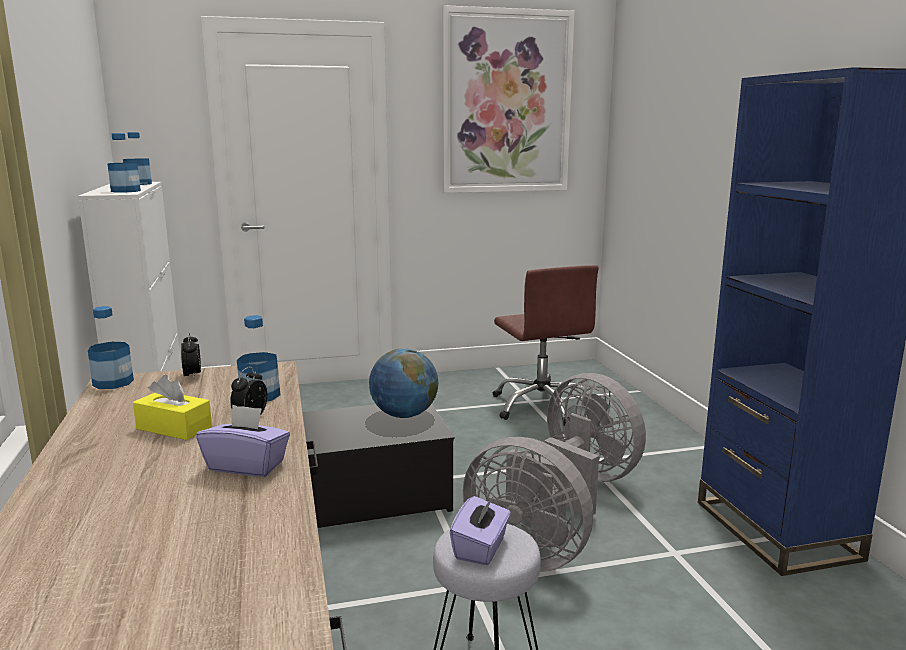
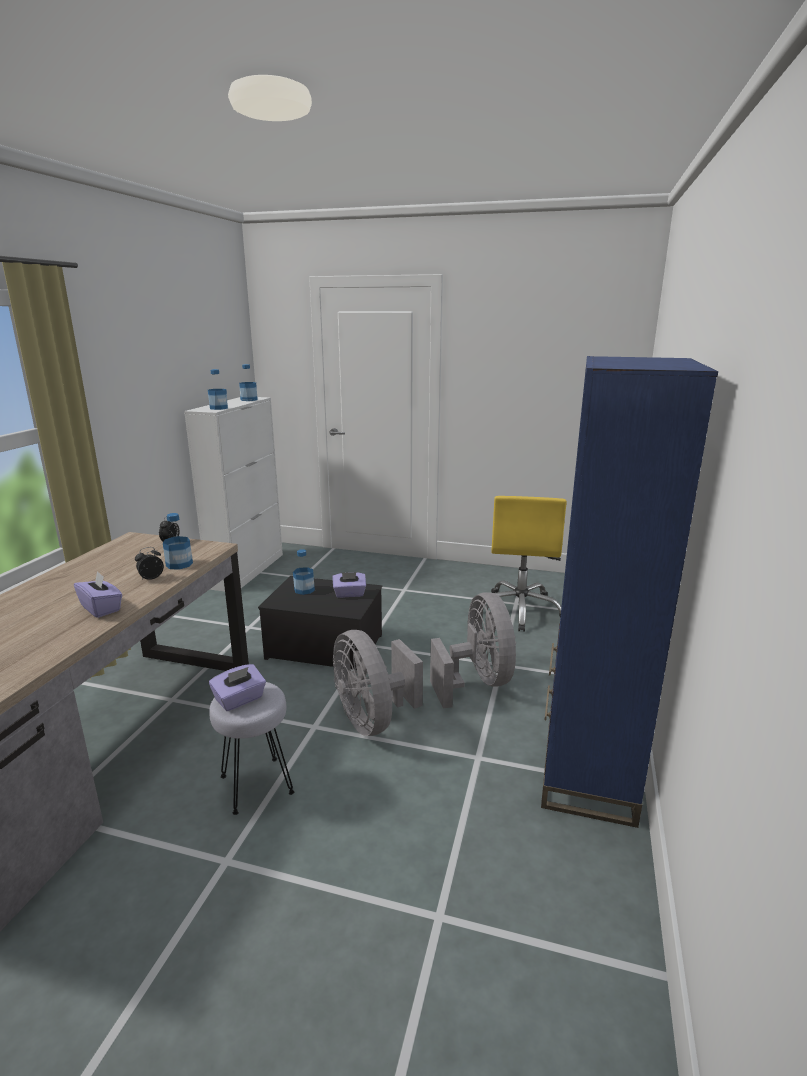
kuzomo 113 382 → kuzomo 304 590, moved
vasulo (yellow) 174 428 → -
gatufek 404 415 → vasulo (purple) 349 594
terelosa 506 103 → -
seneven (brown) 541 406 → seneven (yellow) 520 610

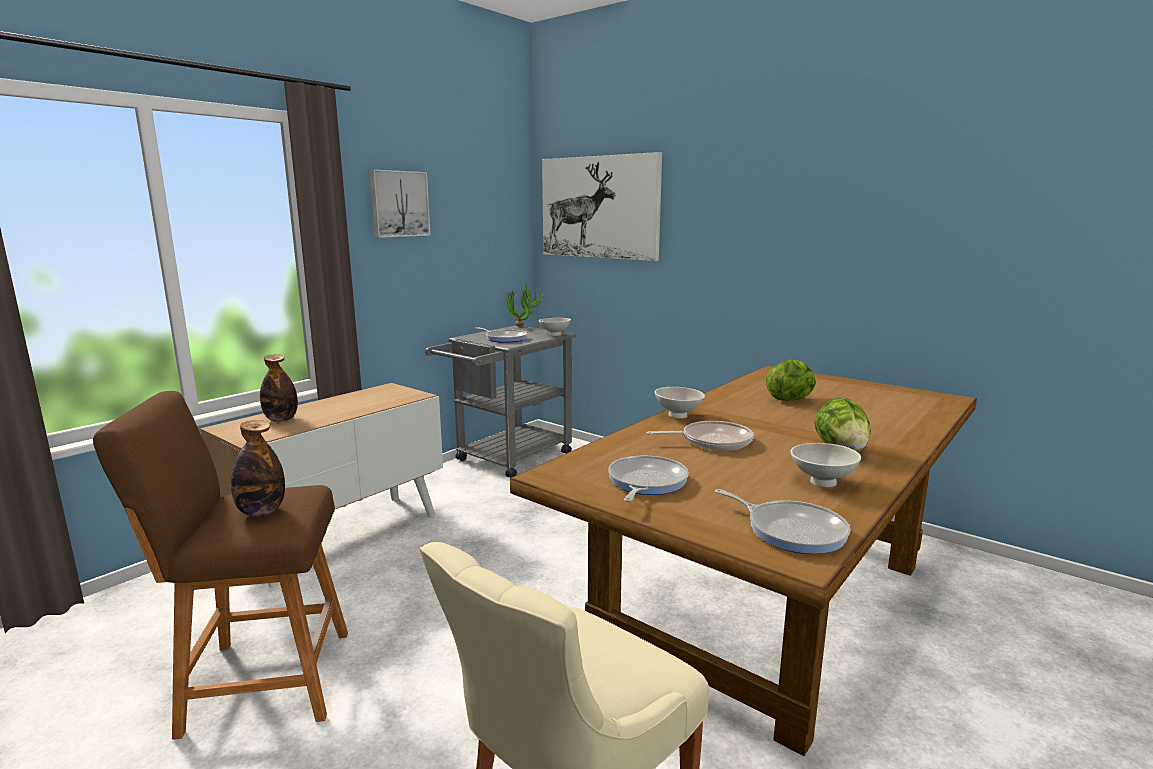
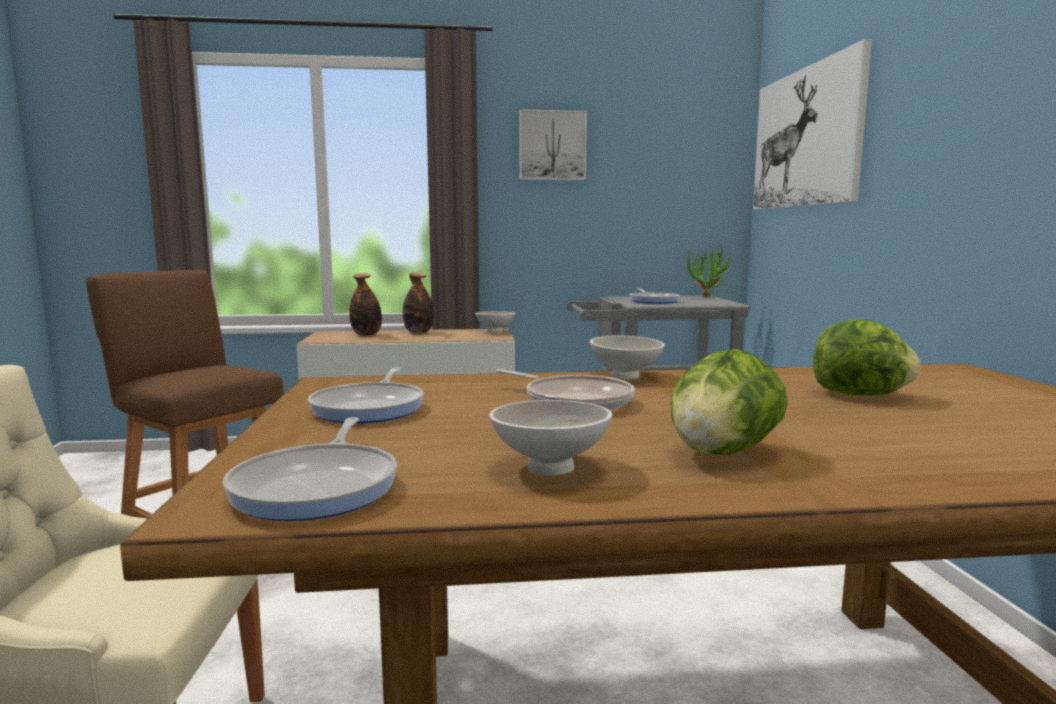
kuzomo 261 512 → kuzomo 418 332, moved
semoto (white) 554 335 → semoto (white) 494 331, moved
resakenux 645 482 → resakenux 371 408, 120 degrees clockwise

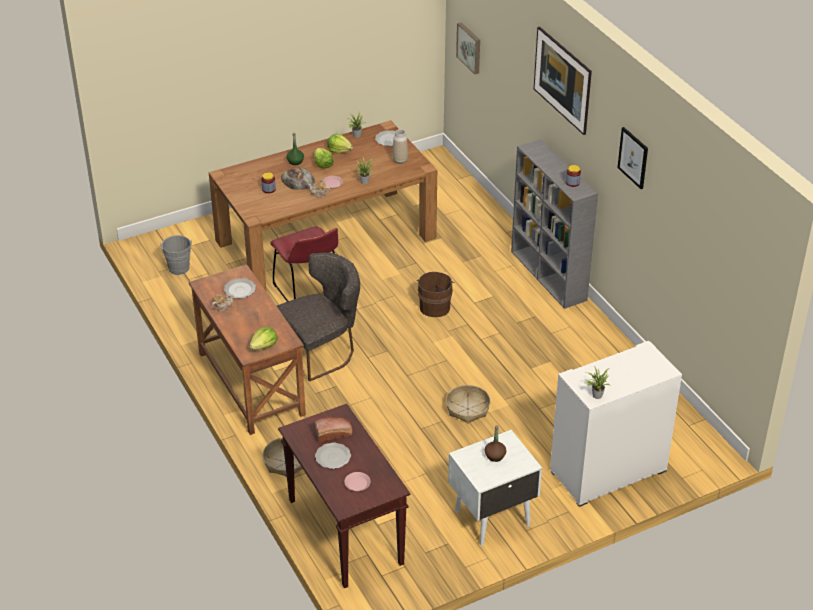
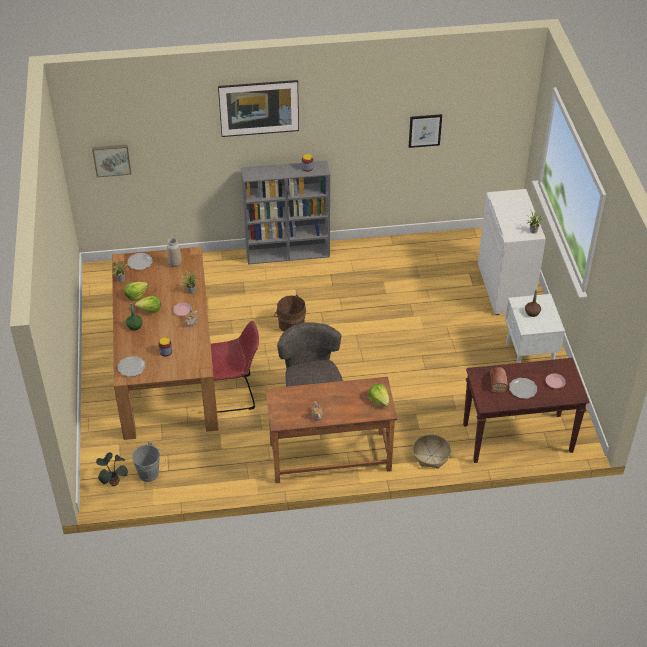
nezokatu 239 289 → nezokatu 131 367, moved
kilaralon 297 180 → -
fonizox 467 409 → -
terelosa 633 157 → terelosa 425 130, moved
- → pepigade 113 481

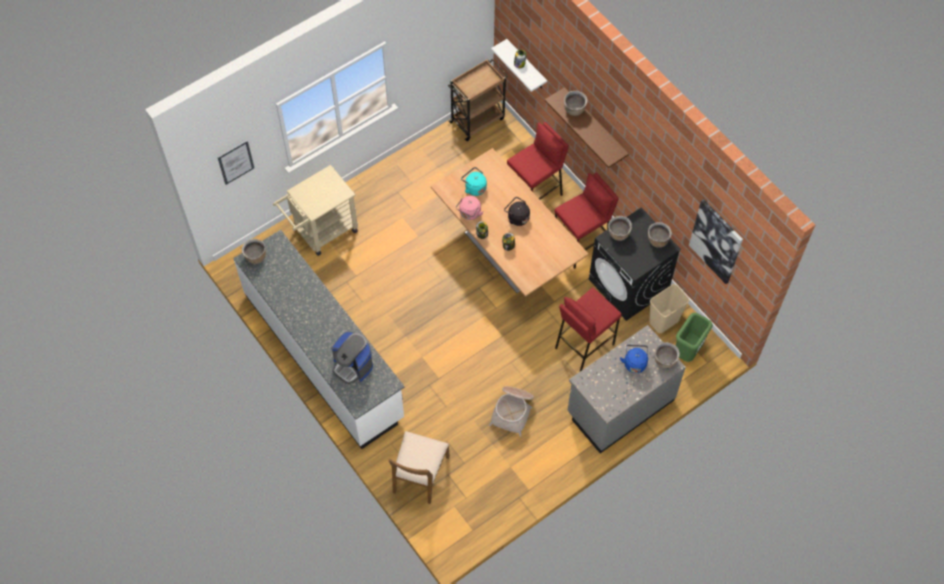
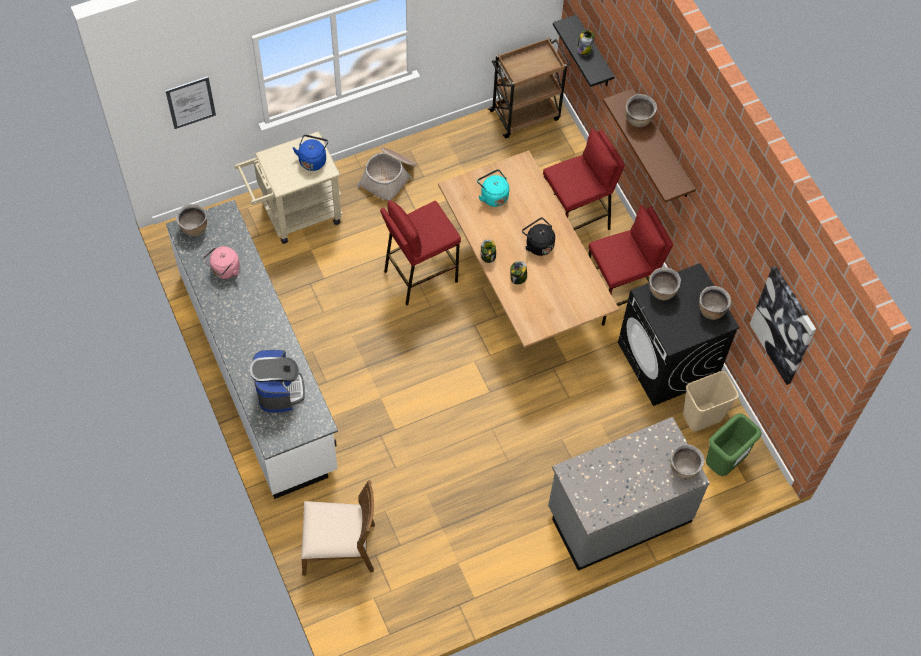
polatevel 353 366 → polatevel 279 390, 150 degrees counterclockwise
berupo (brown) 419 474 → berupo (brown) 339 547, 120 degrees counterclockwise
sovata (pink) 469 214 → sovata (pink) 224 270, moved
fonizox 512 411 → fonizox 388 177, moved
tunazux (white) 526 65 → tunazux (black) 593 53
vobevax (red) 583 346 → vobevax (red) 420 276, moved
sovata (blue) 634 363 → sovata (blue) 313 160, moved

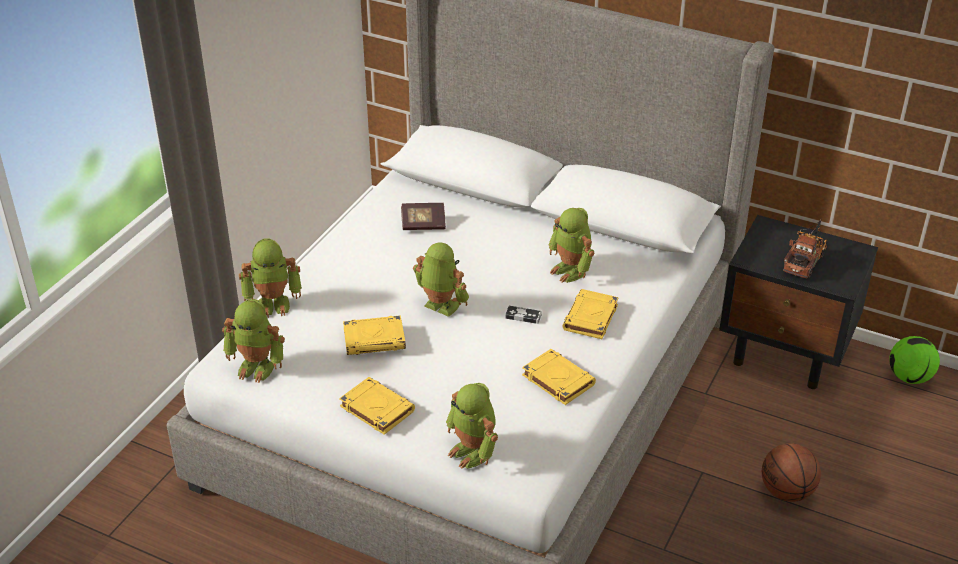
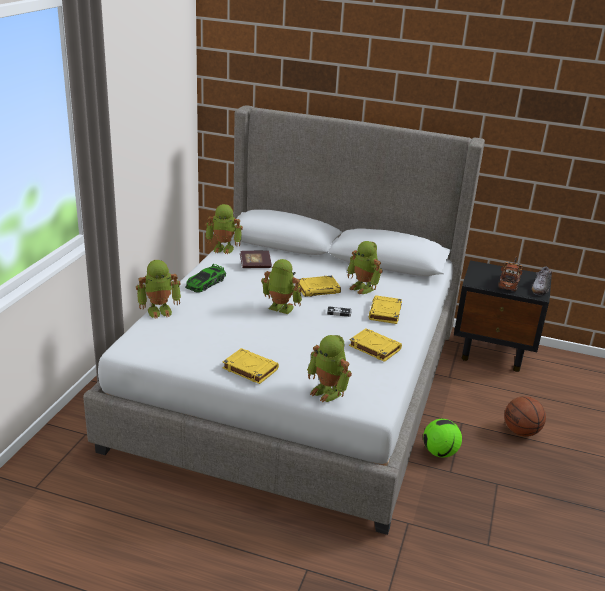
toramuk 257 366 → toramuk 224 248, moved
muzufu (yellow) 375 339 → muzufu (yellow) 318 289, moved
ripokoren 909 377 → ripokoren 440 452, moved
- → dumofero 205 283
- → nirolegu 540 287

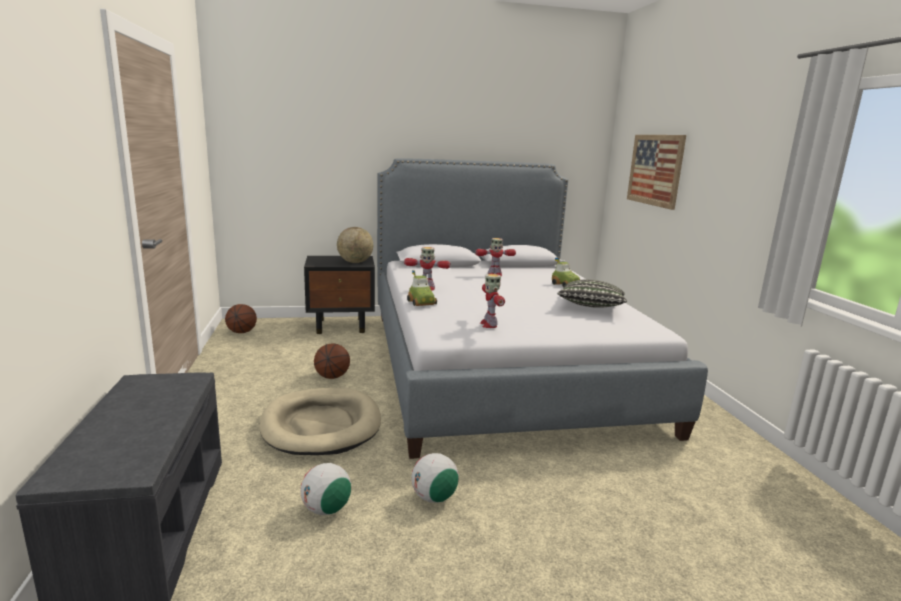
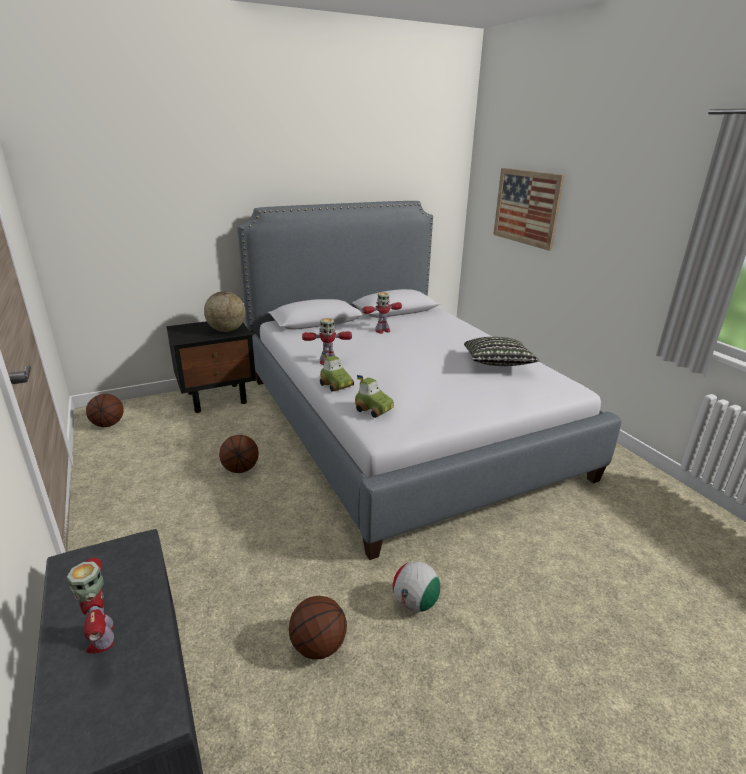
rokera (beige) 321 425 → -
ripokoren 326 509 → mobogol 318 646
toramuk 489 324 → toramuk 102 637, moved
dumofero 565 285 → dumofero 374 409, moved

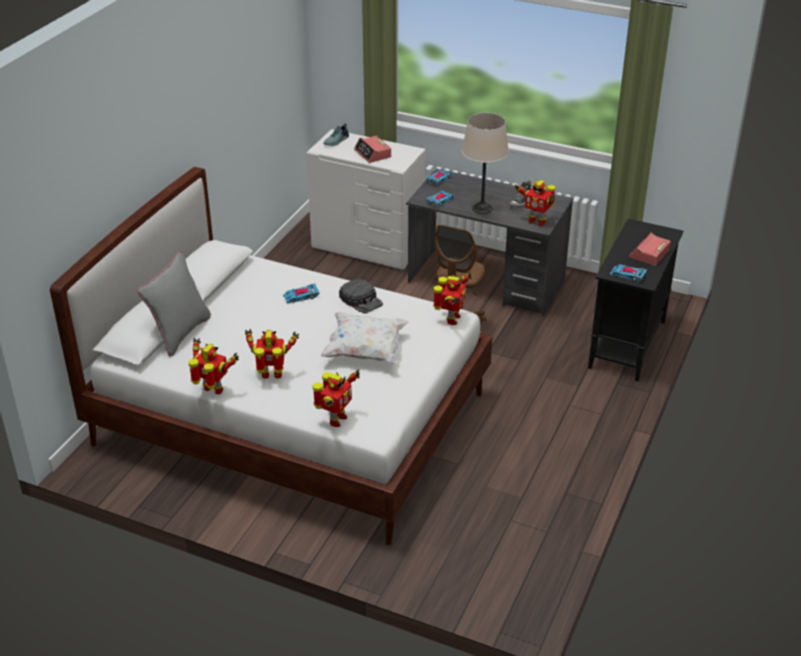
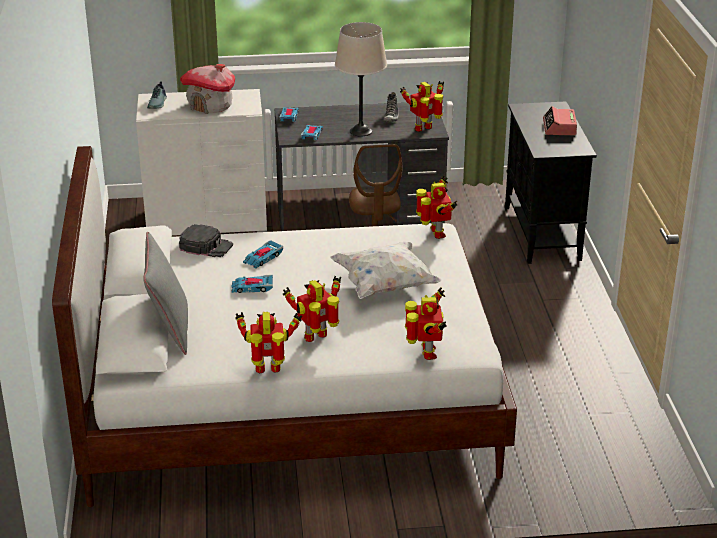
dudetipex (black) 361 300 → dudetipex (black) 206 246, moved
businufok 373 154 → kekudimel 210 105
toramuk 536 221 → toramuk 424 129, 150 degrees clockwise
dumofero 627 275 → dumofero 252 287, moved

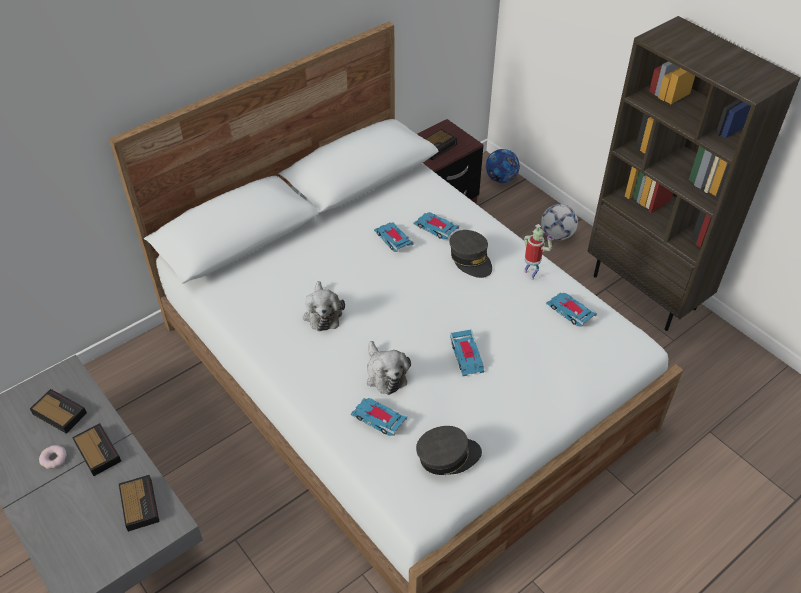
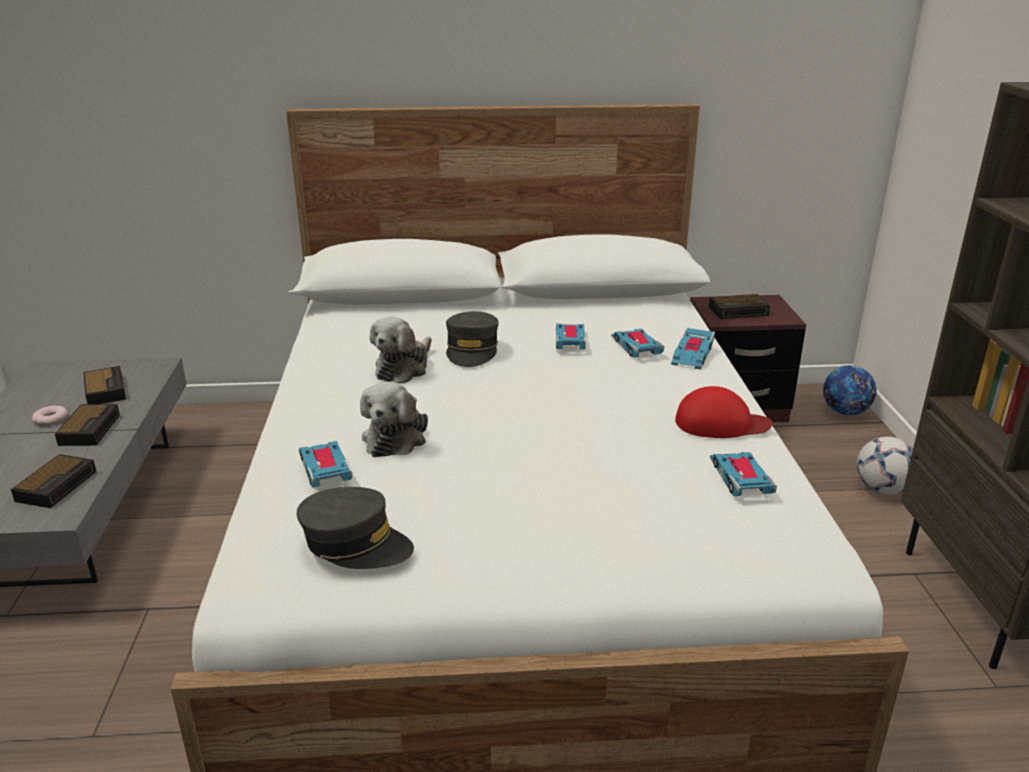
dudetipex (grey) 470 259 → dudetipex (grey) 472 350, moved
dumofero 466 356 → dumofero 692 354, moved
toramuk 531 274 → dudetipex (red) 721 423

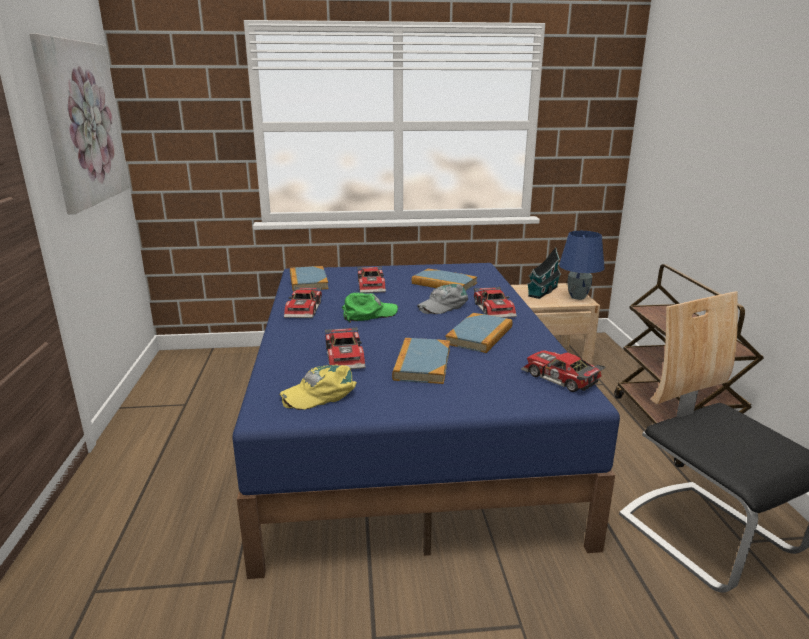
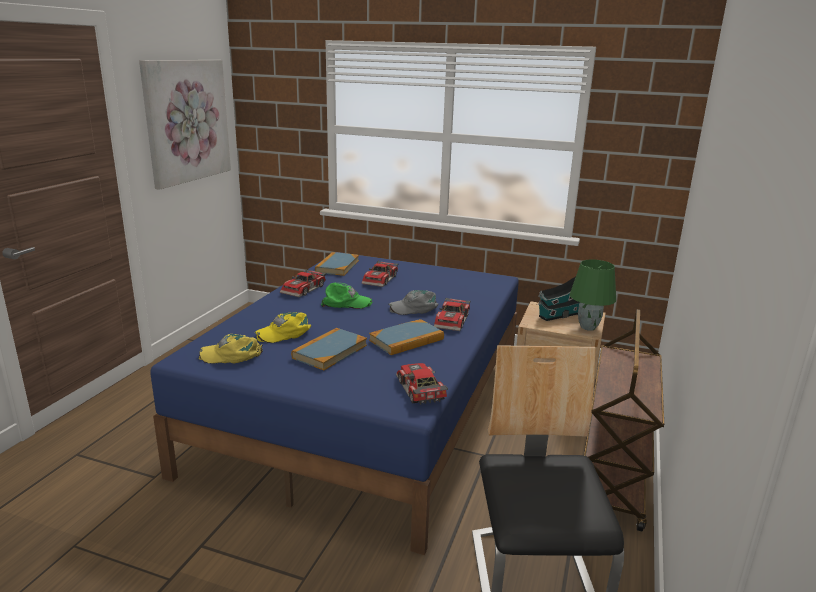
dumofero 346 356 → dudetipex (yellow) 284 333
muzufu 444 283 → -
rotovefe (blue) 577 297 → rotovefe (green) 587 327

